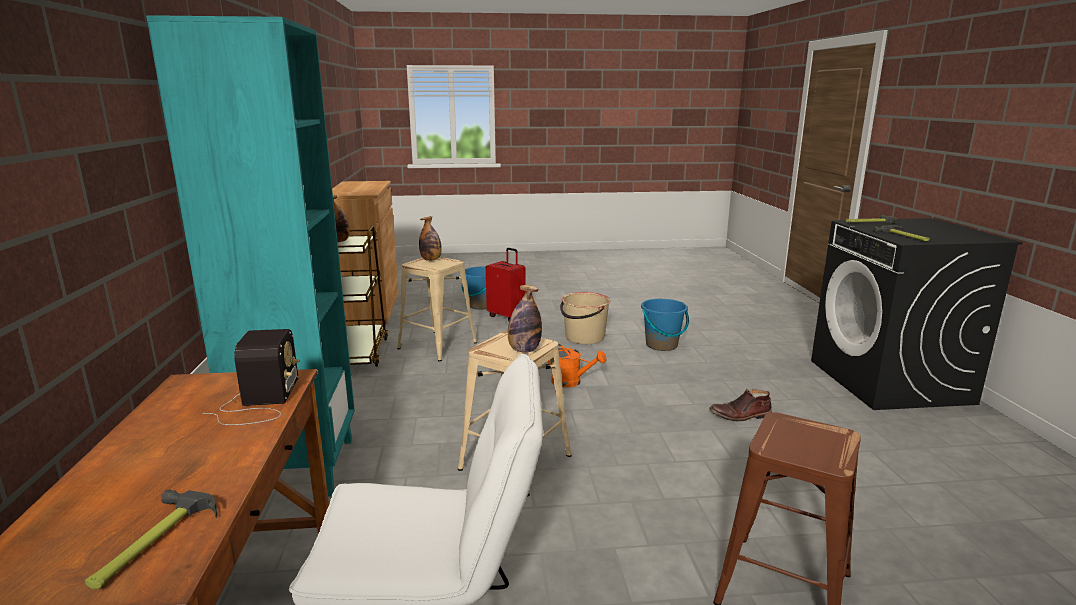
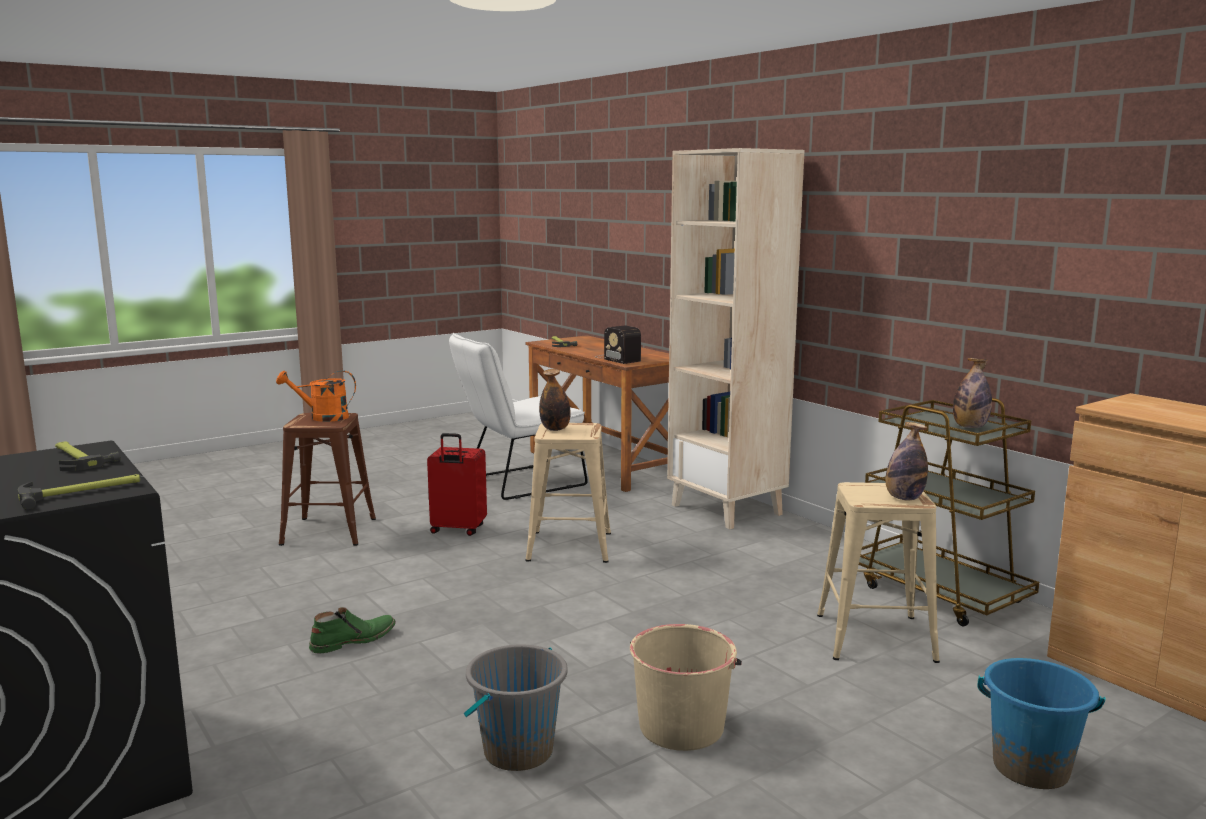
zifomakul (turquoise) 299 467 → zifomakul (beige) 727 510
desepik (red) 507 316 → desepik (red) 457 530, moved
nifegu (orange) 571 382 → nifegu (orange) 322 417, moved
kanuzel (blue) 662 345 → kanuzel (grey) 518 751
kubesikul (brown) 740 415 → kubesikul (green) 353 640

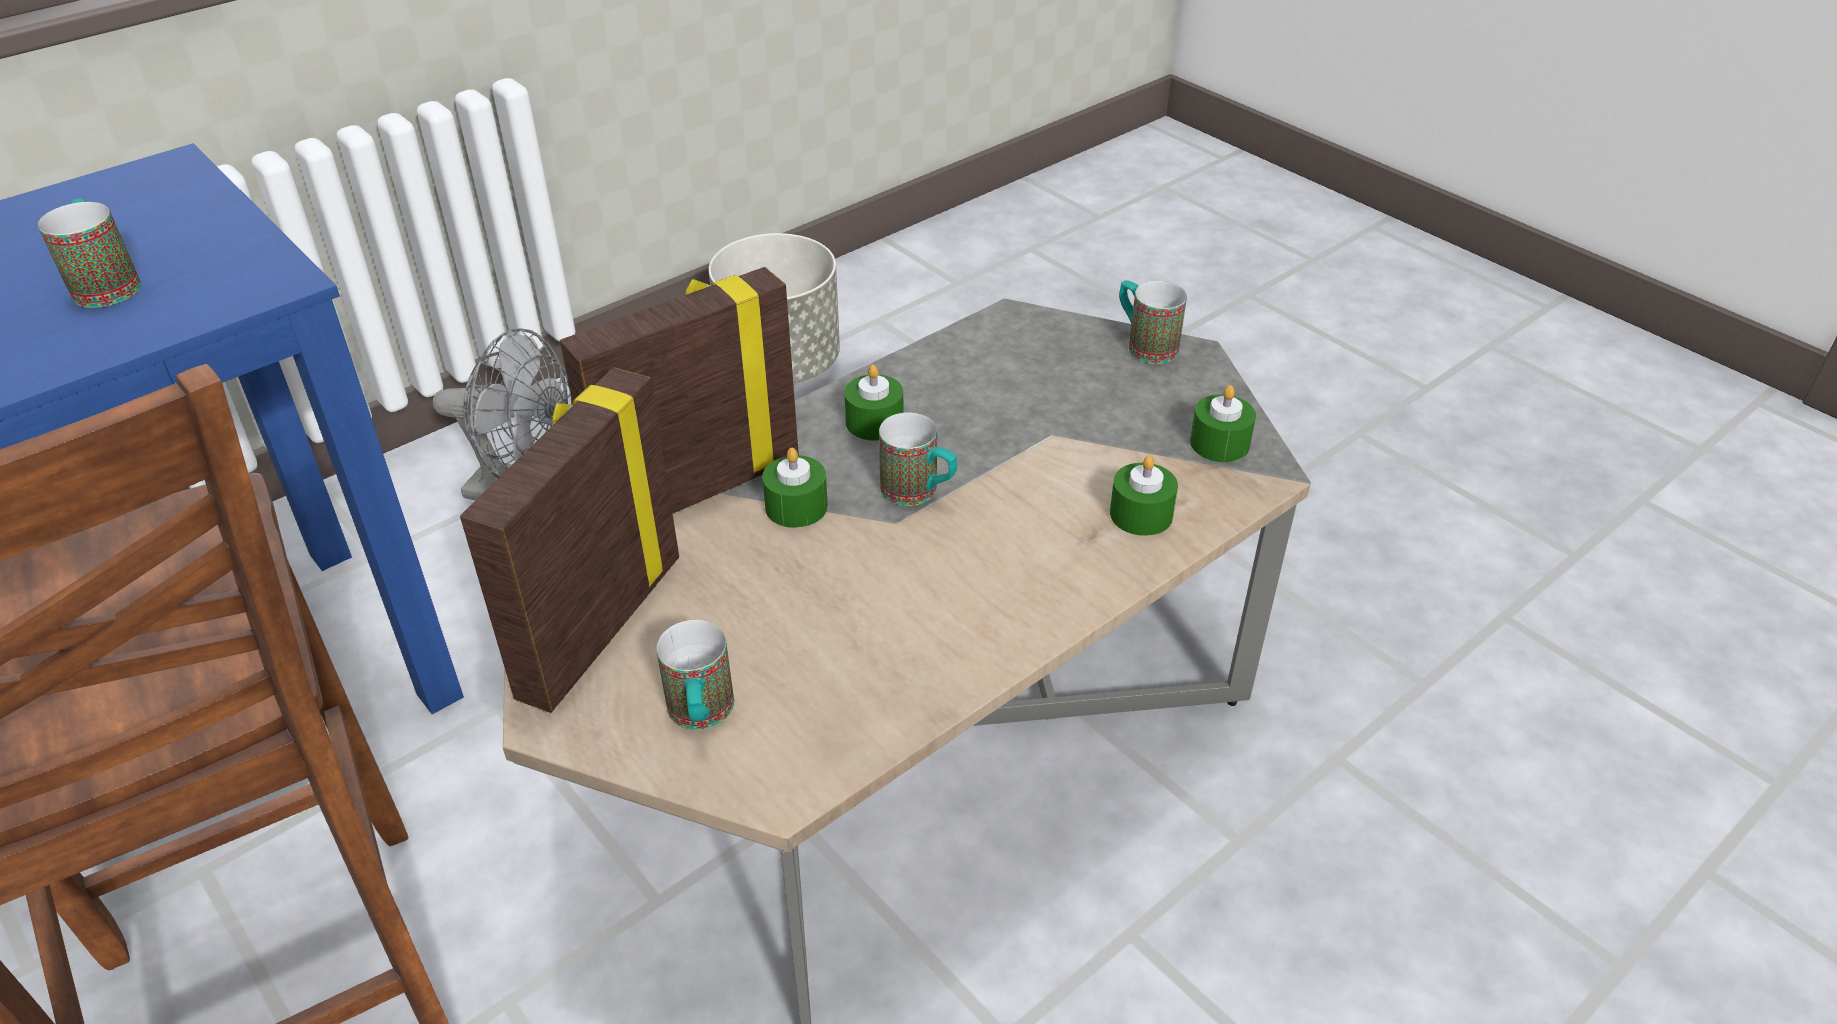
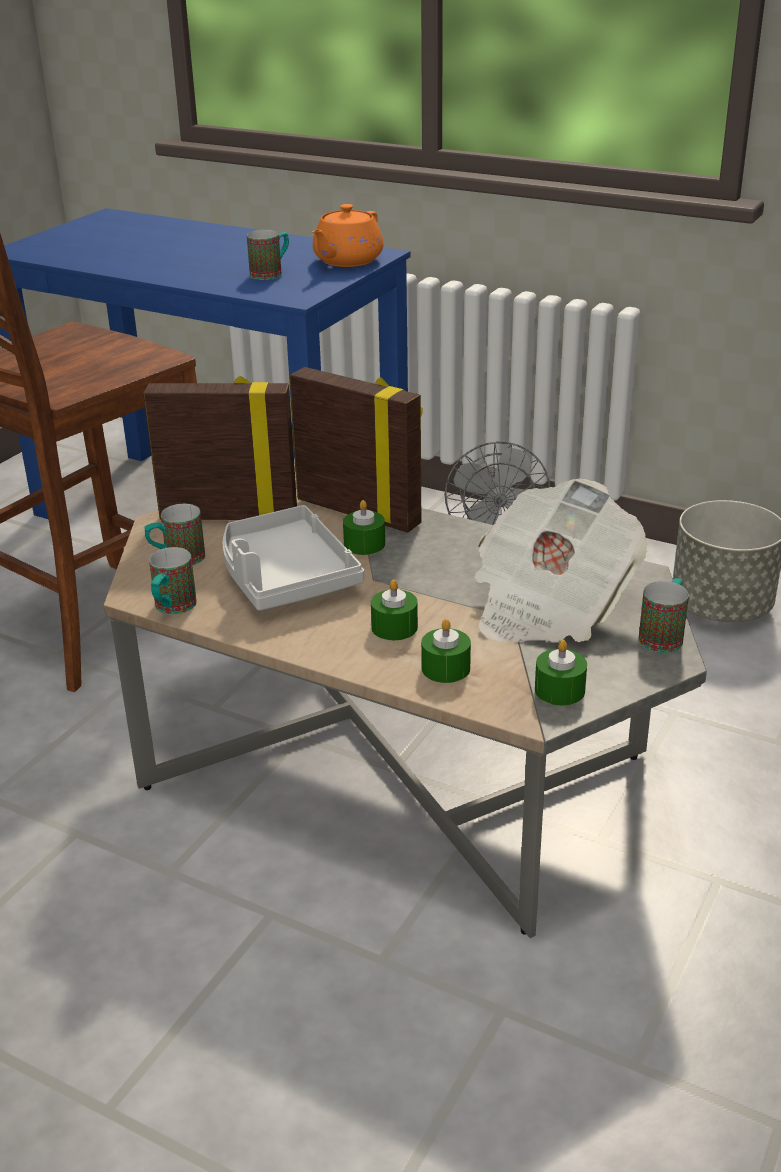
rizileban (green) 874 422 → rizileban (green) 394 627, moved
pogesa 919 493 → pogesa 172 609, moved
- → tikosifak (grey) 285 577
- → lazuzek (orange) 347 261
- → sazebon 549 604

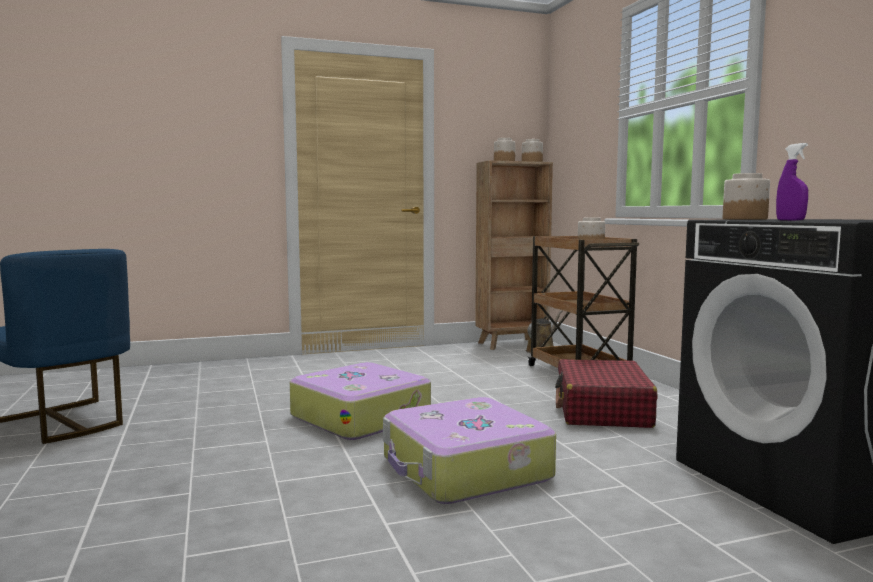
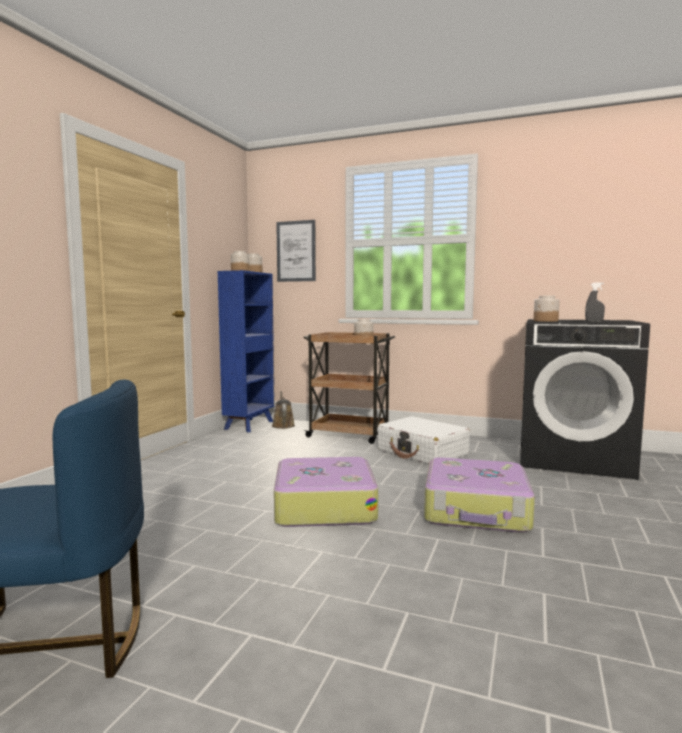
zifomakul (brown) 512 344 → zifomakul (blue) 250 425
desepik (red) 602 410 → desepik (white) 422 452
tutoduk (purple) 790 220 → tutoduk (grey) 594 322
- → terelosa 296 251

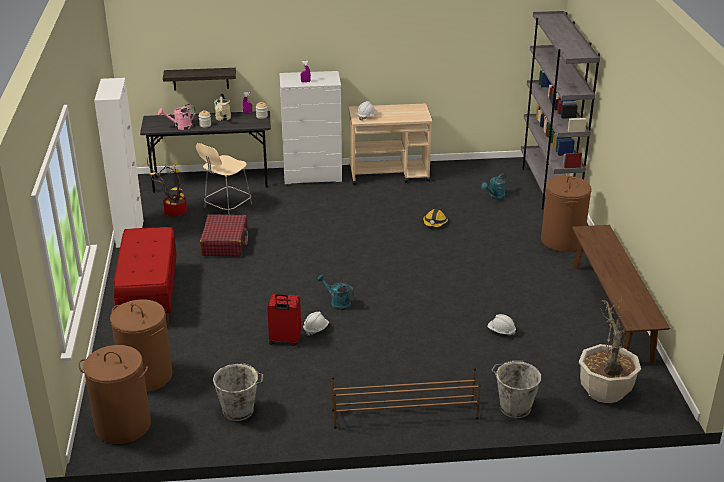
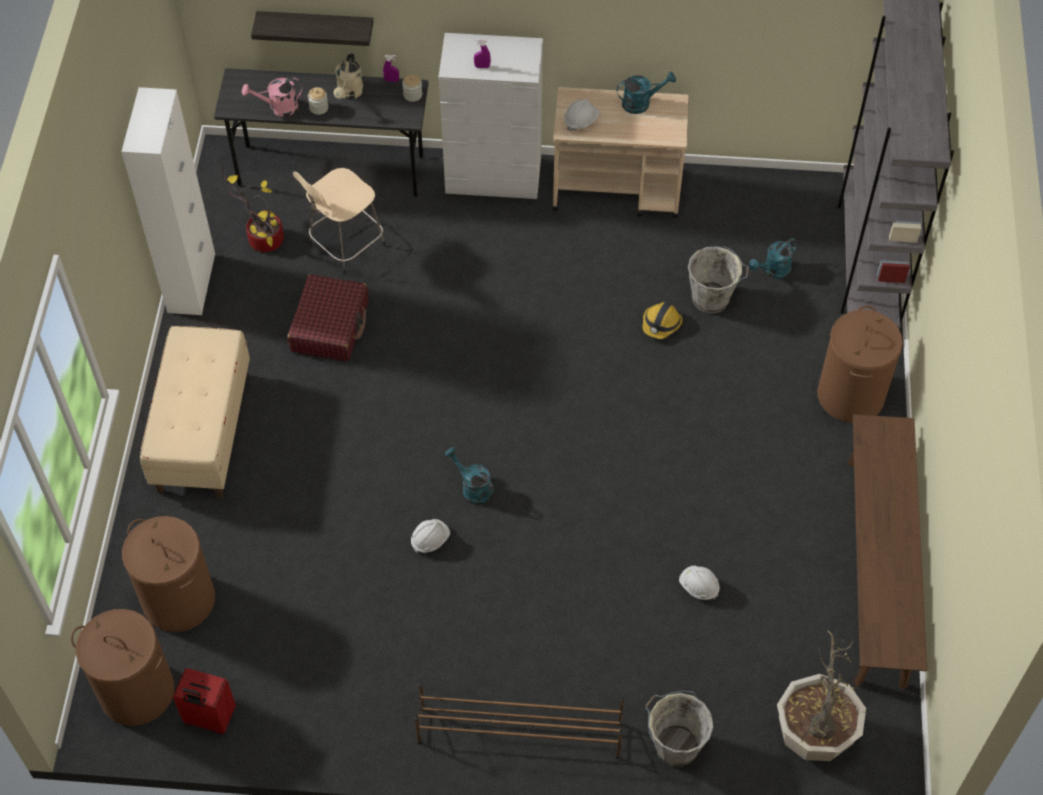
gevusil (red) 149 296 → gevusil (beige) 202 432
kanuzel (grey) 239 411 → kanuzel (grey) 712 299, moved
desepik (red) 284 340 → desepik (red) 209 718, moved
- → nifegu (turquoise) 641 103

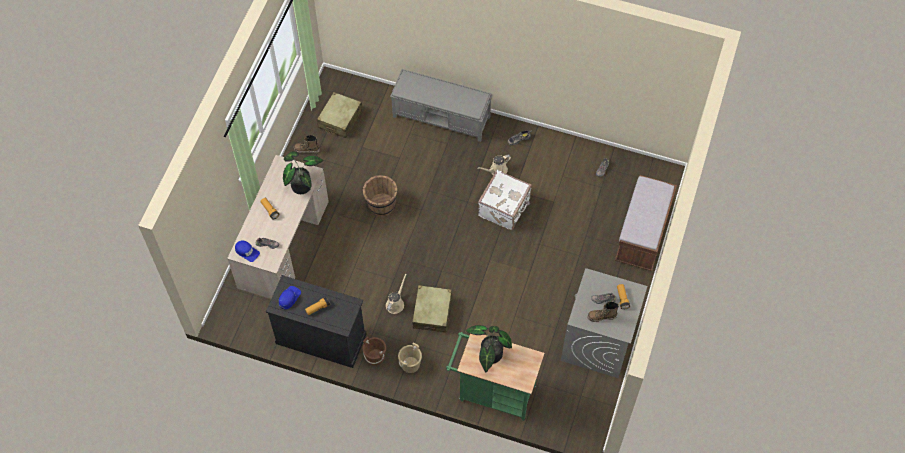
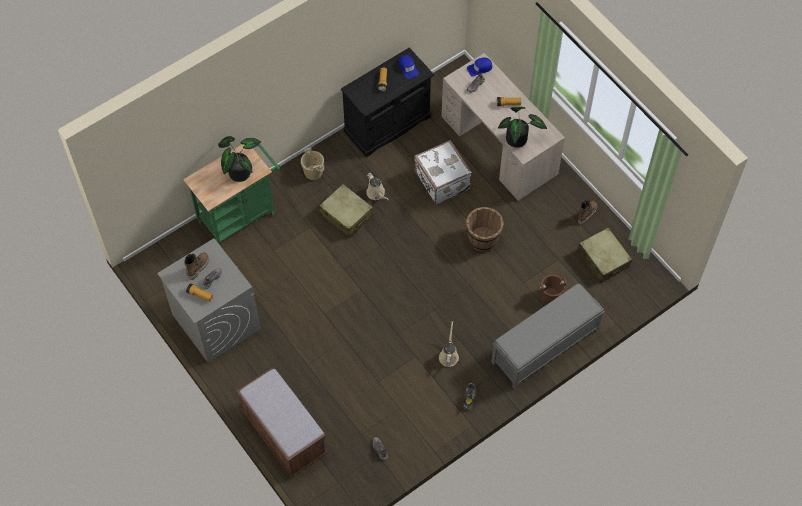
kanuzel (brown) 375 356 → kanuzel (brown) 550 296, moved
desepik (white) 505 208 → desepik (white) 441 181, moved

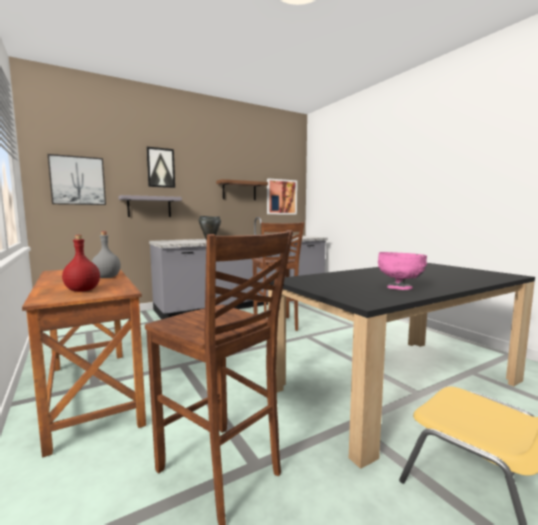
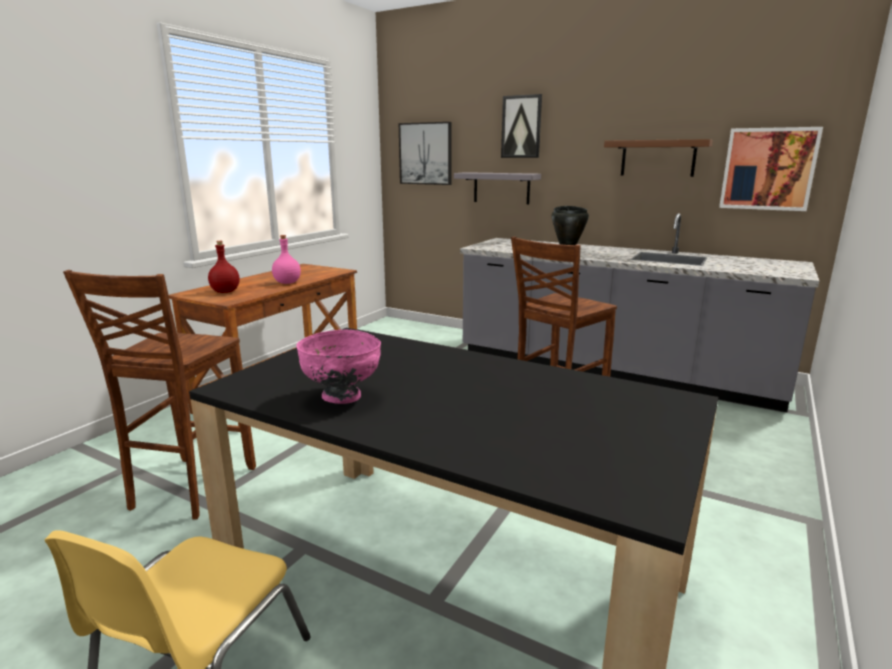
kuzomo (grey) 106 277 → kuzomo (pink) 286 283

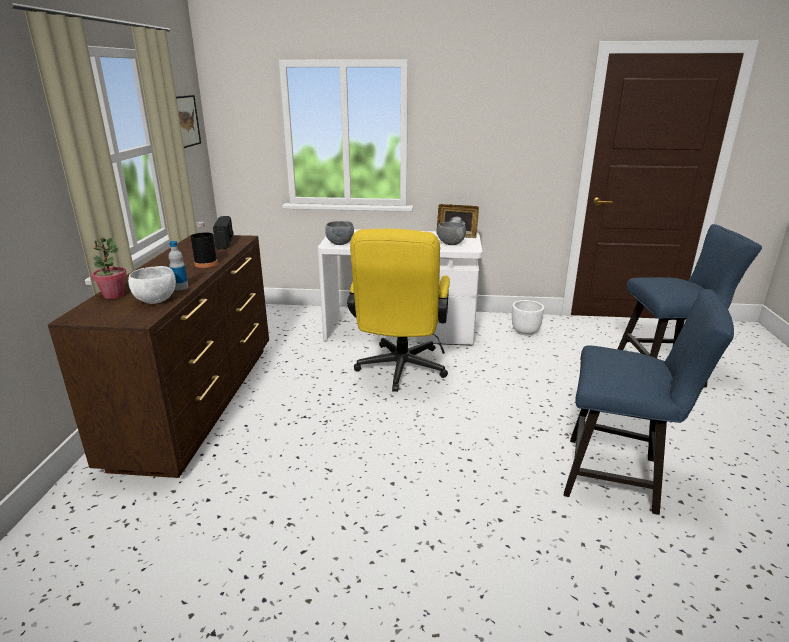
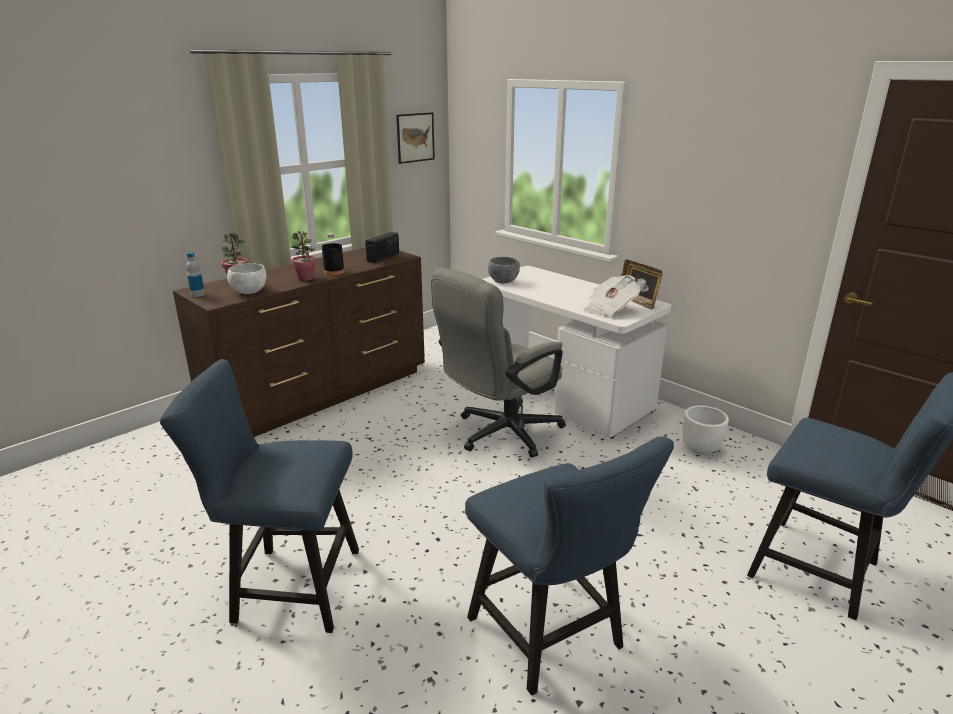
kuzomo 181 287 → kuzomo 198 294, moved
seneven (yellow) 400 371 → seneven (grey) 500 434
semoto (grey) 450 244 → sazebon 609 309
- → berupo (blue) 287 586
- → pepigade 306 278

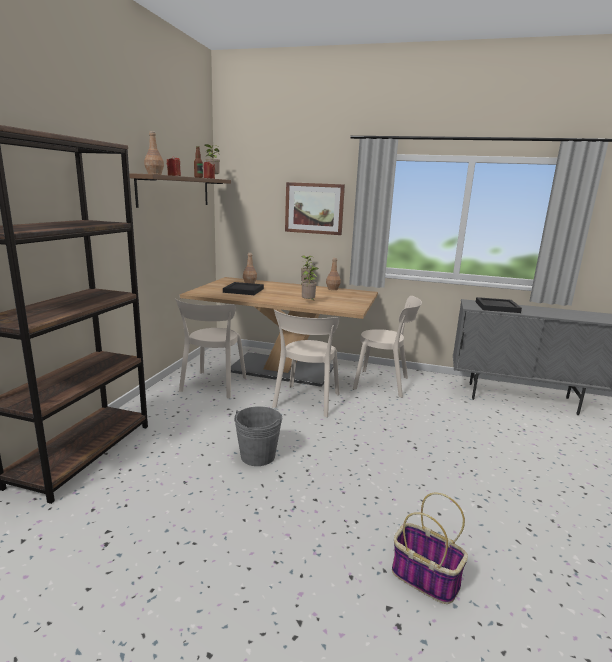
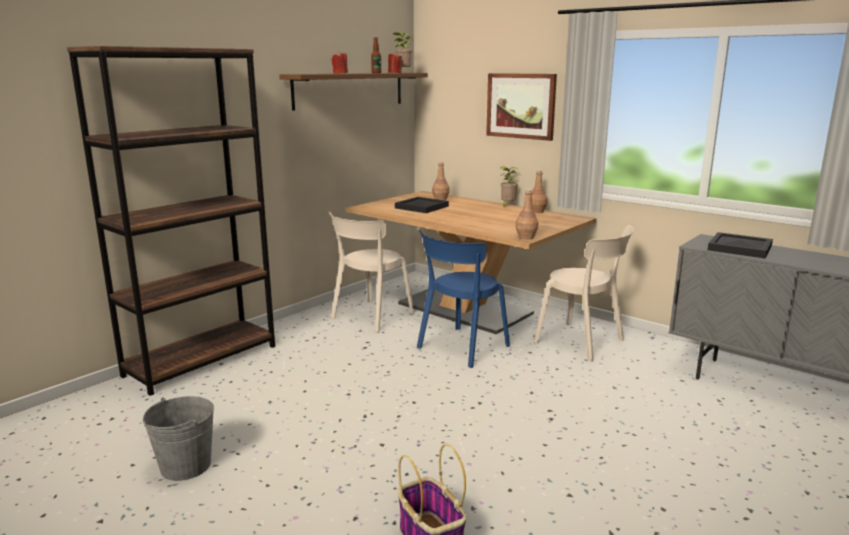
kuzomo (brown) 155 174 → kuzomo (brown) 526 237, moved
kanuzel (grey) 258 456 → kanuzel (grey) 185 466, moved
berupo (beige) 306 402 → berupo (blue) 460 348
pepigade 309 302 → -

